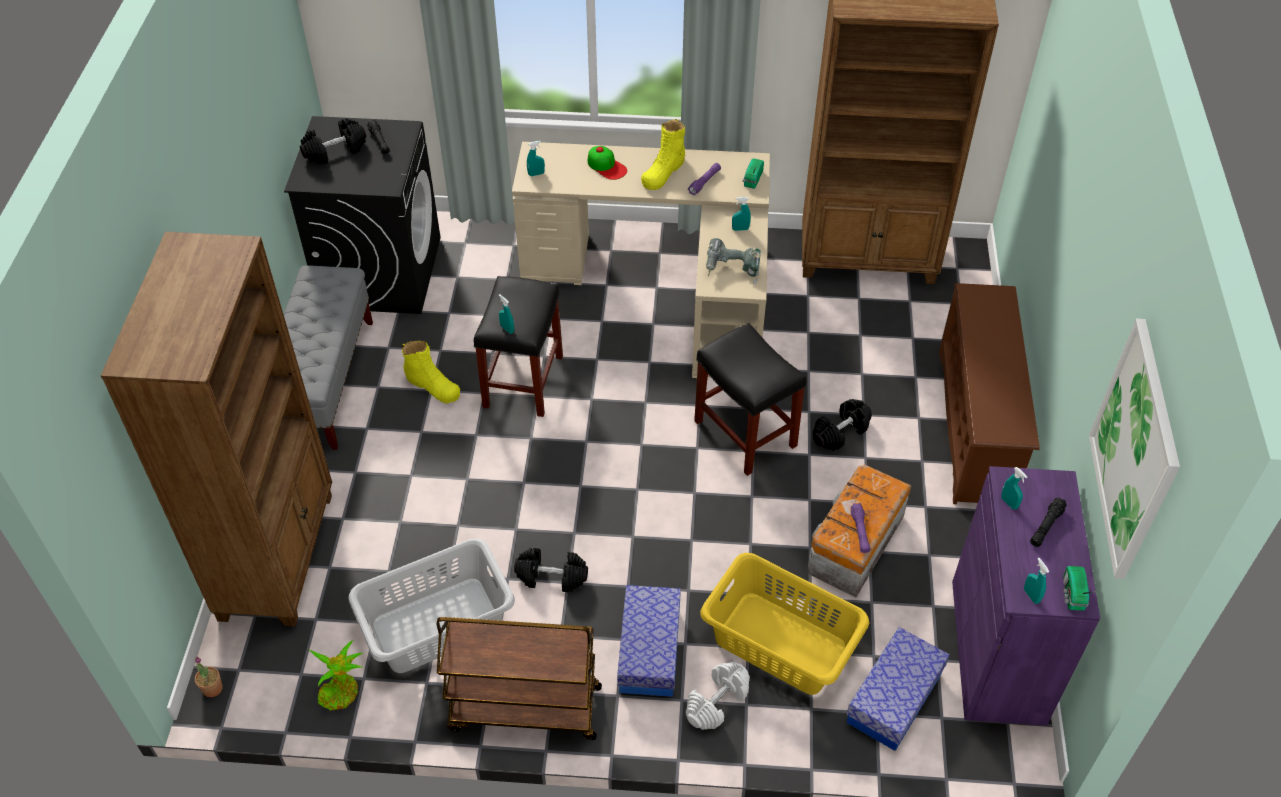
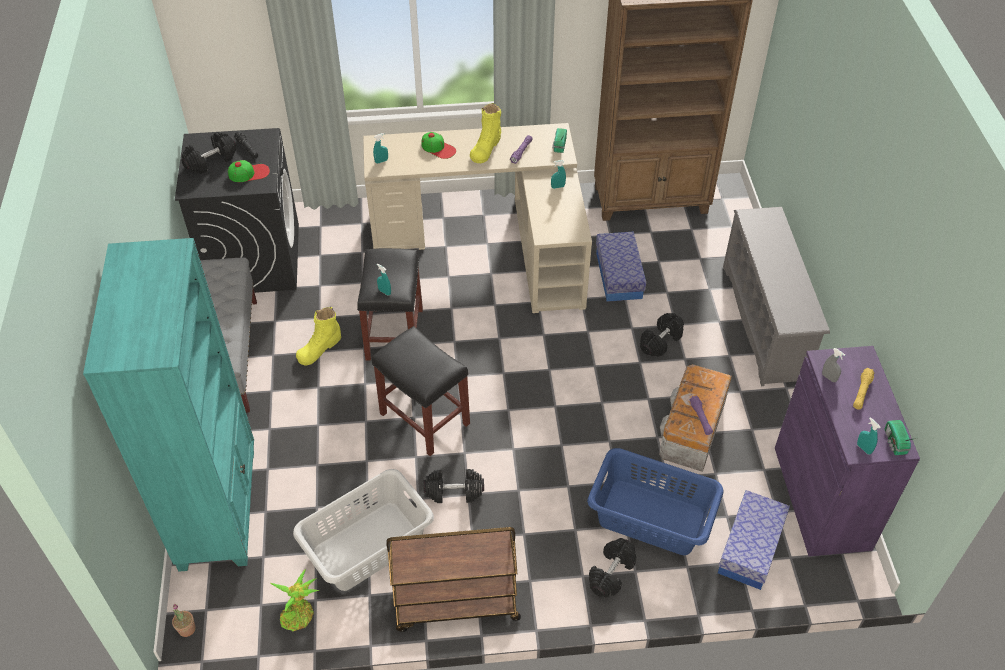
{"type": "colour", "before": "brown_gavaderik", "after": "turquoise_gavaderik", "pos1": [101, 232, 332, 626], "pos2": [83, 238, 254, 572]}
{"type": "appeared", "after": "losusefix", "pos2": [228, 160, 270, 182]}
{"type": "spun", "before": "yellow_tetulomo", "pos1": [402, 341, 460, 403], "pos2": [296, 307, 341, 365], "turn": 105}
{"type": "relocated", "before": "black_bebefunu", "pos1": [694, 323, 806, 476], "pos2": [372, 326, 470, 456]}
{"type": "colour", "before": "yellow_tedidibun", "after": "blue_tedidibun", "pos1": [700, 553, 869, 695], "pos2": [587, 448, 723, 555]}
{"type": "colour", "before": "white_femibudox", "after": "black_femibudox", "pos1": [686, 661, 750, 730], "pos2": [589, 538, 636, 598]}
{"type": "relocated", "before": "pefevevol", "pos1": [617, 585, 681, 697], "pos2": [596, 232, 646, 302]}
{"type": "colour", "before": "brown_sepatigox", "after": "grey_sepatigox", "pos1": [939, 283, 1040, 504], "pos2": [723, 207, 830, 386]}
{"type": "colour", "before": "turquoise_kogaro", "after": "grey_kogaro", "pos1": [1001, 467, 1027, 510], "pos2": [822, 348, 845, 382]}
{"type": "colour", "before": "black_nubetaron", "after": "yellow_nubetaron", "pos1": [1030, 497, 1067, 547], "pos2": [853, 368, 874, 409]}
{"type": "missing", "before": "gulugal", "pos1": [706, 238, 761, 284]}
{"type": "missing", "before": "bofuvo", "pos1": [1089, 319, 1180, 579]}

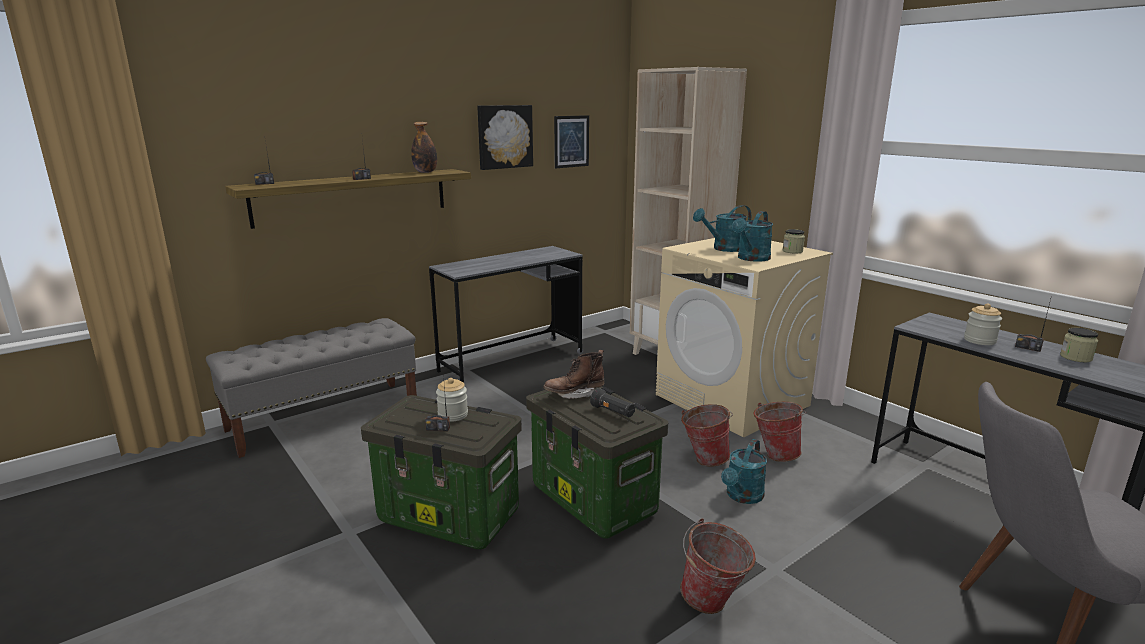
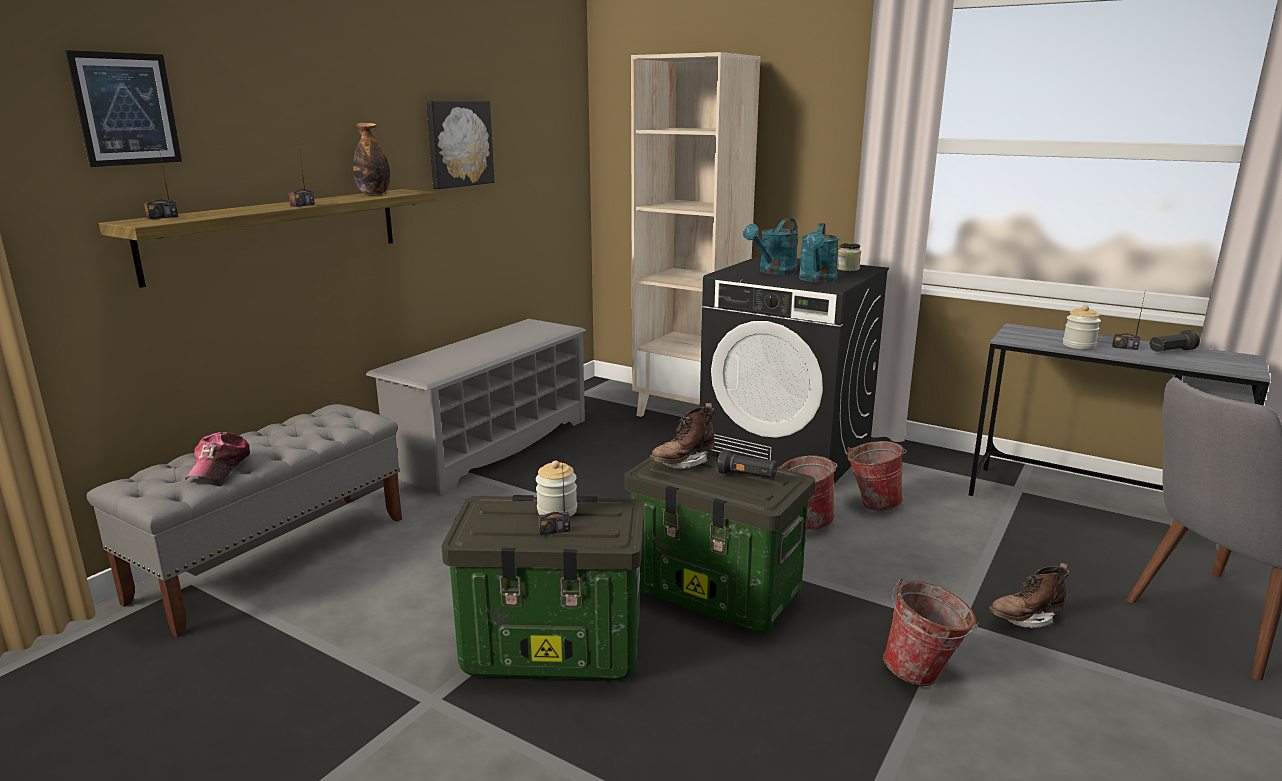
{"type": "relocated", "before": "bofuvo", "pos1": [554, 115, 589, 168], "pos2": [65, 50, 182, 167]}
{"type": "appeared", "after": "losusefix", "pos2": [185, 432, 250, 480]}
{"type": "exchanged", "before": "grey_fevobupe", "after": "grey_sepatigox", "pos1": [429, 246, 583, 383], "pos2": [366, 319, 586, 496]}
{"type": "colour", "before": "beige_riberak", "after": "black_riberak", "pos1": [656, 238, 833, 437], "pos2": [700, 255, 889, 484]}
{"type": "appeared", "after": "brown_tetulomo", "pos2": [989, 563, 1069, 628]}
{"type": "exchanged", "before": "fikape", "after": "black_nubetaron", "pos1": [1060, 328, 1098, 362], "pos2": [1150, 330, 1200, 352]}
{"type": "missing", "before": "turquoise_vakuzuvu", "pos1": [721, 439, 767, 504]}

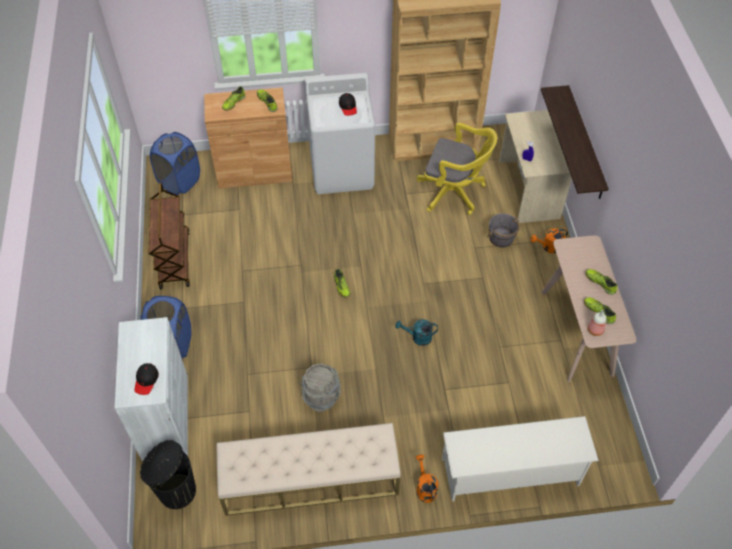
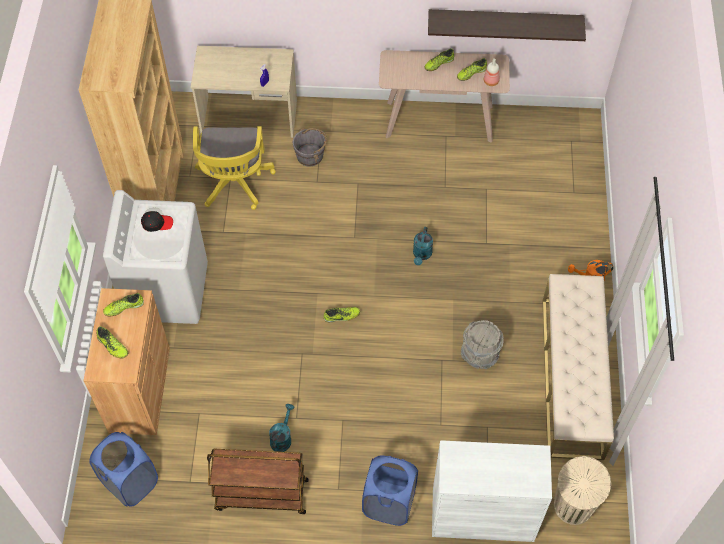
{"type": "spun", "before": "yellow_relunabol", "pos1": [417, 122, 497, 215], "pos2": [193, 126, 276, 210], "turn": 150}
{"type": "appeared", "after": "turquoise_vakuzuvu", "pos2": [269, 404, 294, 452]}
{"type": "relocated", "before": "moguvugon", "pos1": [541, 85, 609, 199], "pos2": [428, 9, 586, 41]}
{"type": "colour", "before": "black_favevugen", "after": "beige_favevugen", "pos1": [140, 440, 196, 509], "pos2": [554, 456, 611, 525]}
{"type": "missing", "before": "black_losusefix", "pos1": [134, 363, 159, 395]}
{"type": "missing", "before": "white_sepatigox", "pos1": [442, 416, 599, 501]}
{"type": "missing", "before": "orange_vakuzuvu", "pos1": [531, 228, 568, 253]}

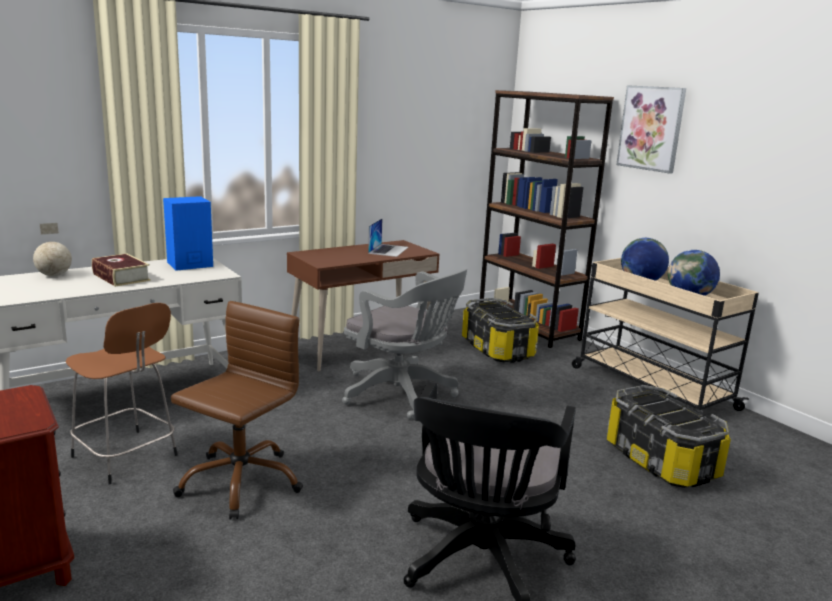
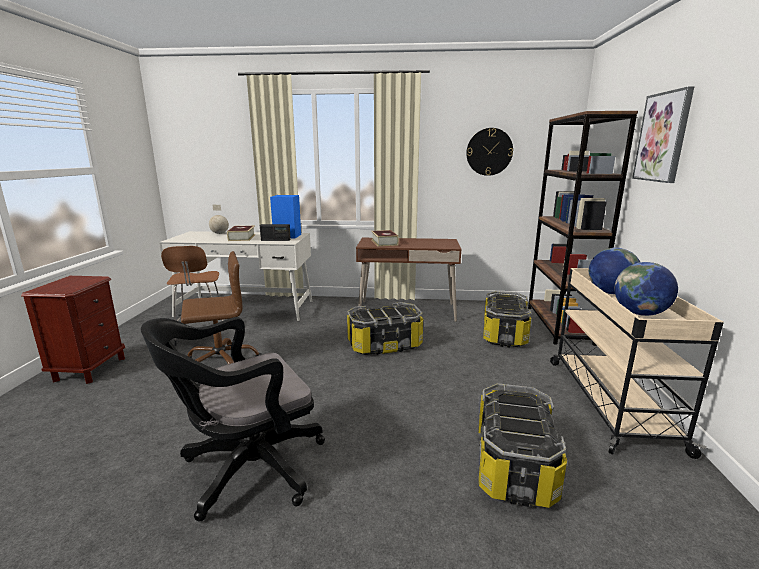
{"type": "appeared", "after": "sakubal", "pos2": [260, 224, 291, 241]}
{"type": "exchanged", "before": "grey_relunabol", "after": "pefevevol", "pos1": [342, 269, 467, 420], "pos2": [347, 302, 423, 355]}
{"type": "appeared", "after": "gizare", "pos2": [371, 230, 399, 246]}
{"type": "appeared", "after": "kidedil", "pos2": [466, 128, 513, 176]}
{"type": "missing", "before": "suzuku", "pos1": [368, 218, 408, 257]}

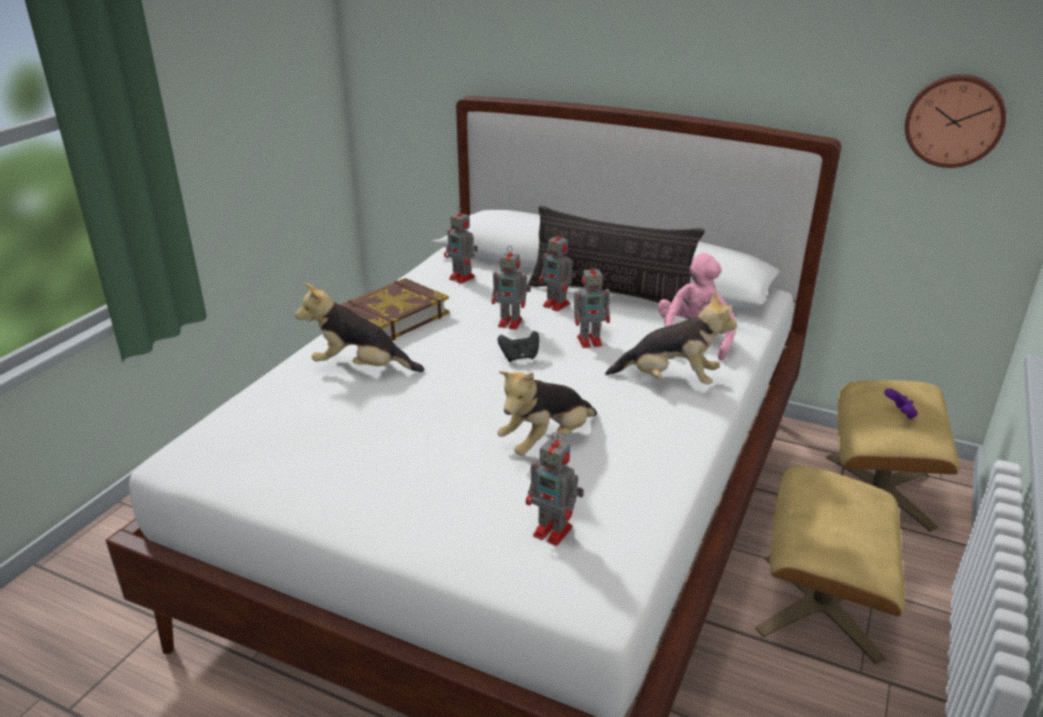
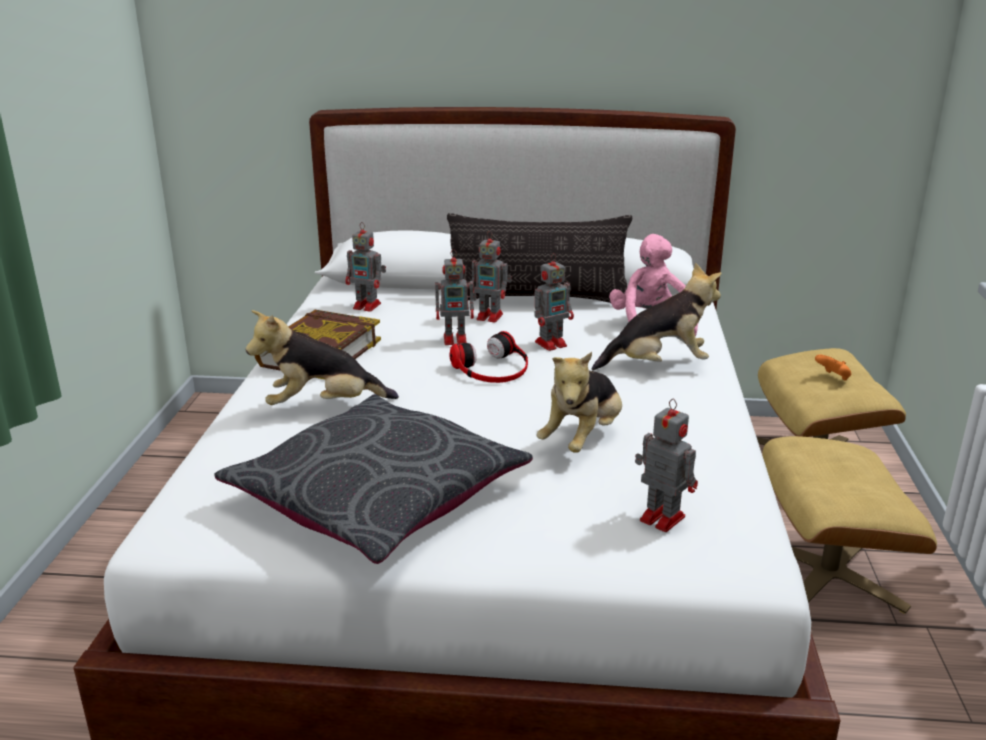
{"type": "appeared", "after": "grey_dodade", "pos2": [214, 394, 533, 564]}
{"type": "exchanged", "before": "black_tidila", "after": "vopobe", "pos1": [498, 331, 539, 362], "pos2": [450, 331, 528, 383]}
{"type": "spun", "before": "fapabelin", "pos1": [526, 432, 584, 546], "pos2": [635, 399, 698, 532], "turn": -150}
{"type": "colour", "before": "purple_tidila", "after": "orange_tidila", "pos1": [884, 388, 918, 420], "pos2": [815, 354, 851, 381]}
{"type": "missing", "before": "kidedil", "pos1": [905, 74, 1006, 168]}

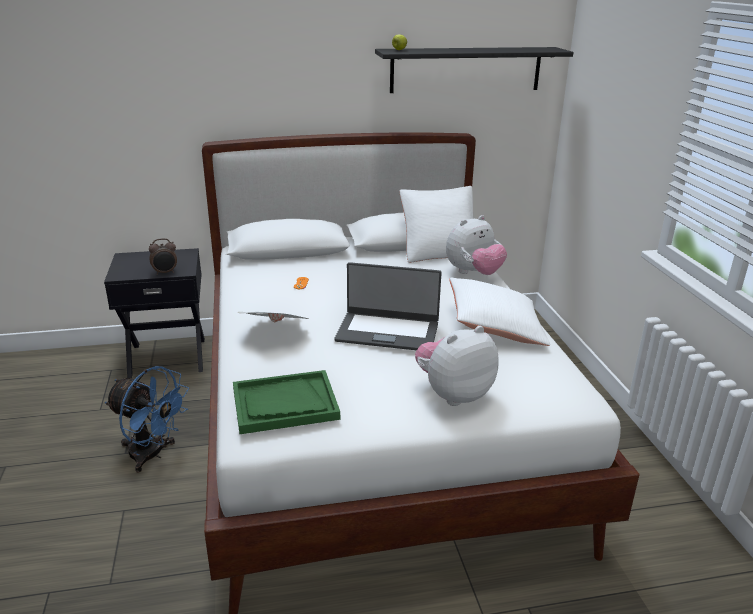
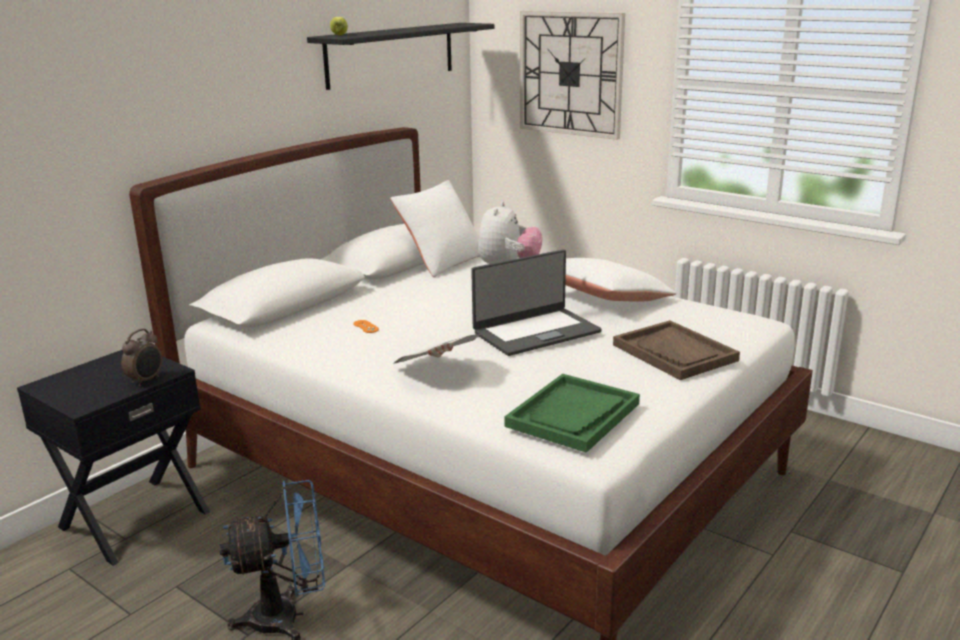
{"type": "appeared", "after": "kidedil", "pos2": [520, 11, 625, 140]}
{"type": "exchanged", "before": "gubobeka", "after": "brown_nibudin", "pos1": [415, 326, 499, 406], "pos2": [613, 320, 740, 380]}

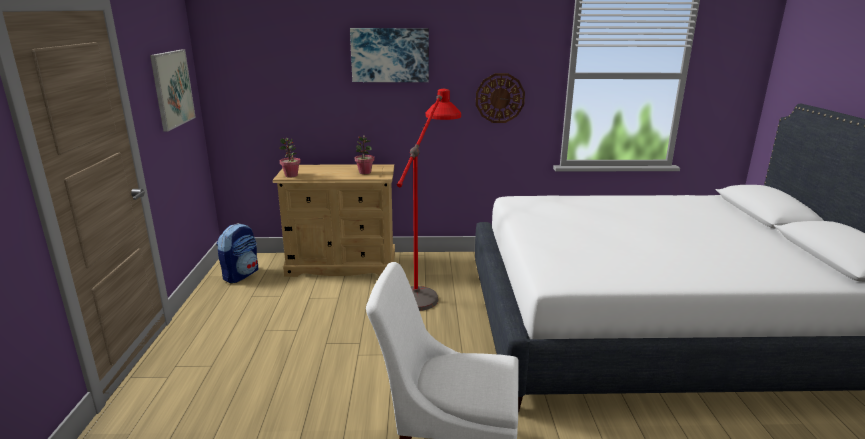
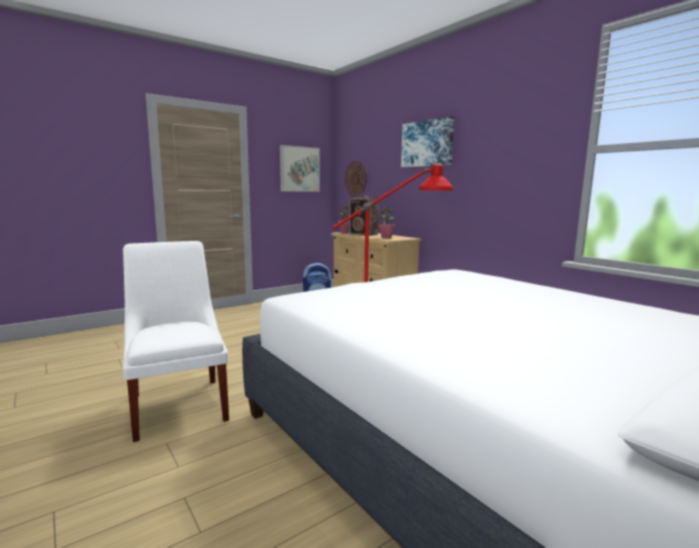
{"type": "relocated", "before": "kidedil", "pos1": [476, 73, 525, 123], "pos2": [345, 161, 367, 197]}
{"type": "appeared", "after": "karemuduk", "pos2": [349, 195, 379, 236]}

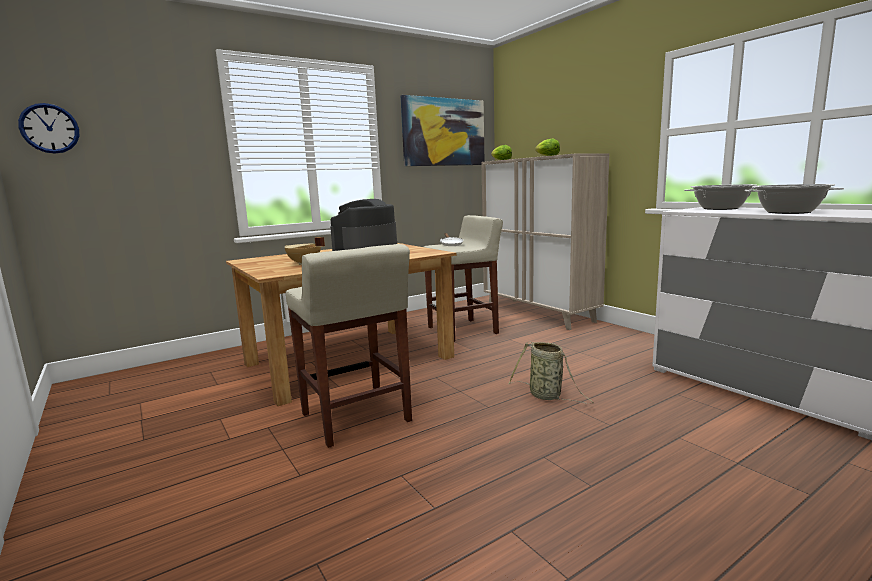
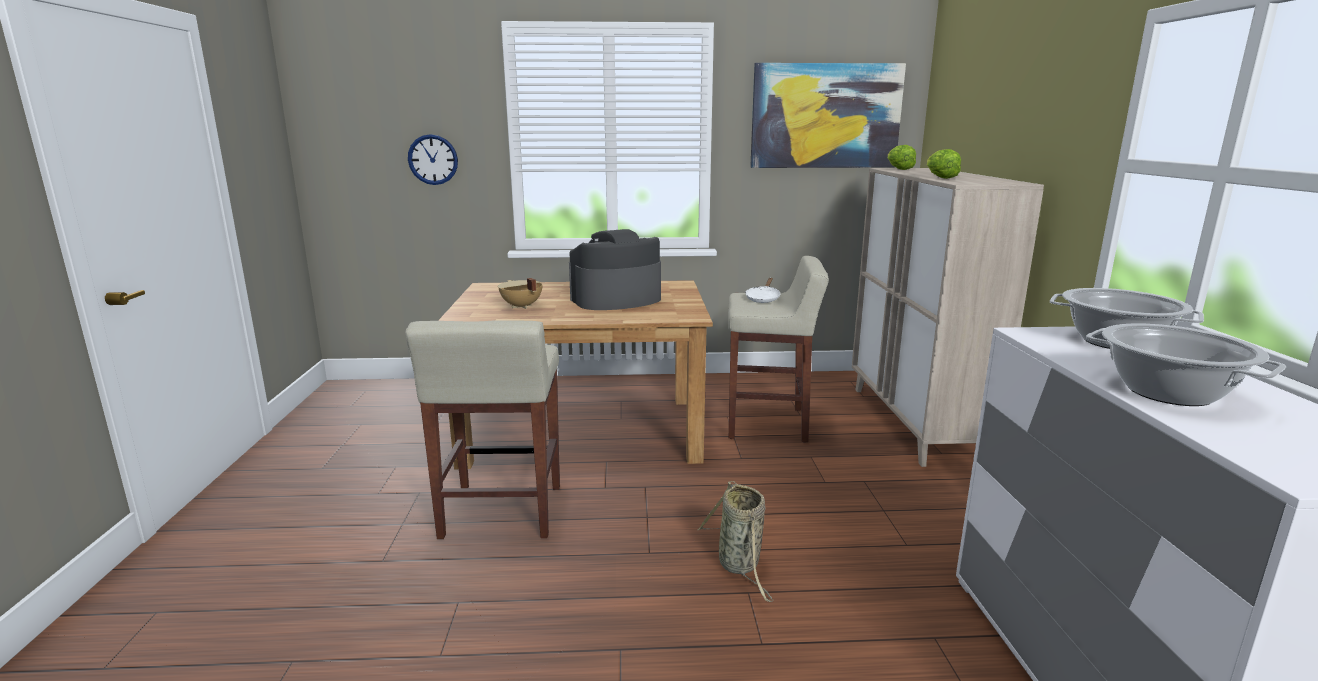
{"type": "relocated", "before": "kidedil", "pos1": [18, 103, 79, 154], "pos2": [408, 134, 458, 185]}

